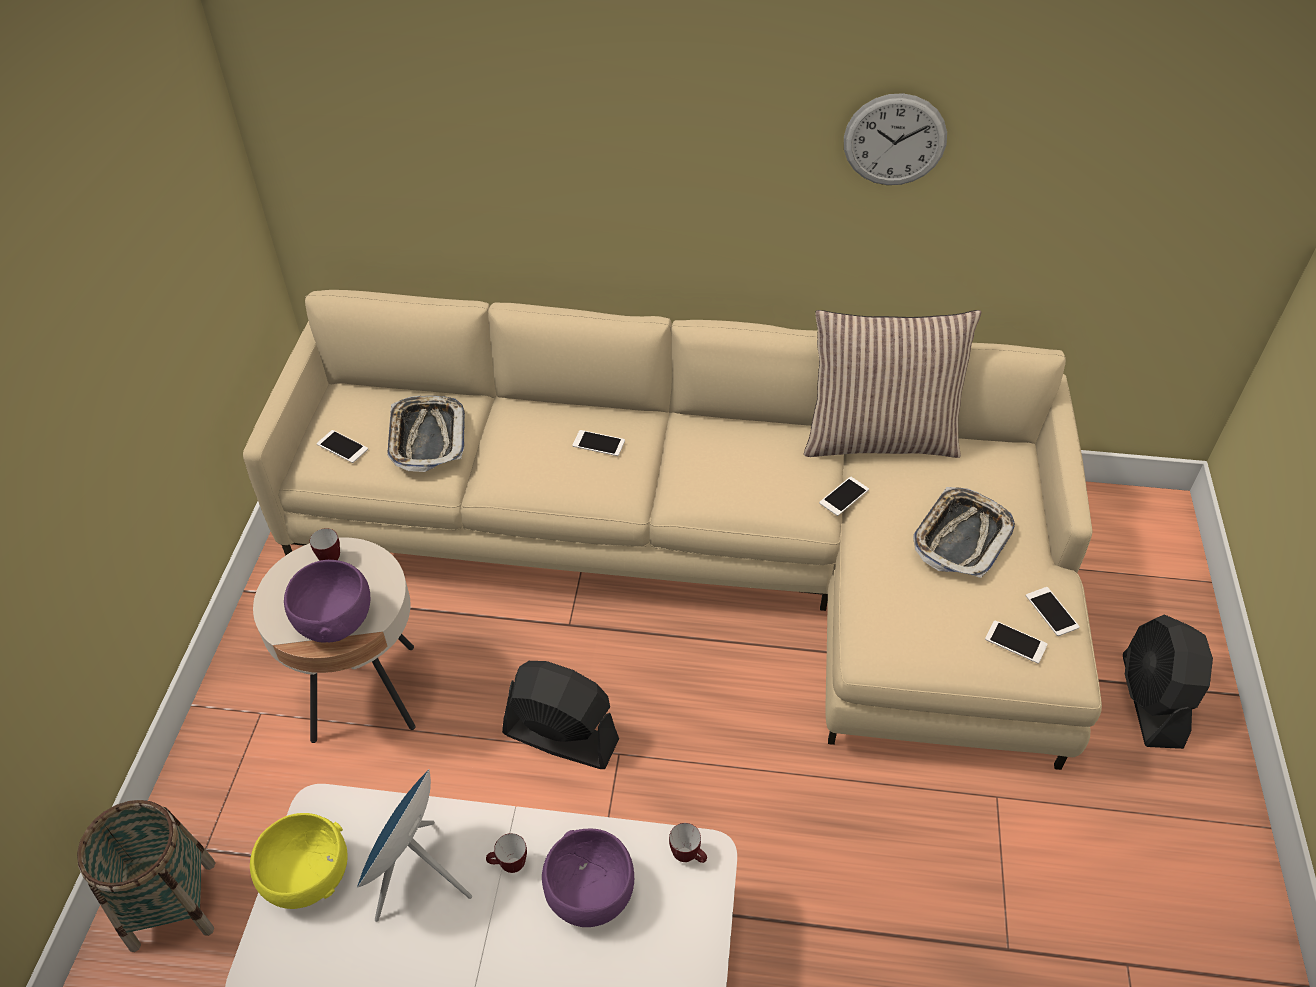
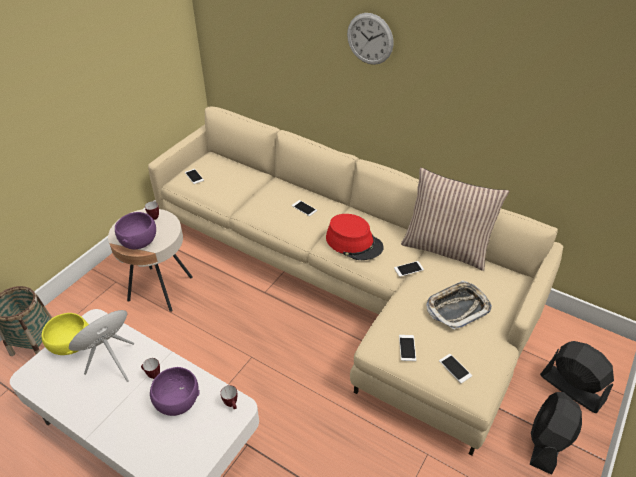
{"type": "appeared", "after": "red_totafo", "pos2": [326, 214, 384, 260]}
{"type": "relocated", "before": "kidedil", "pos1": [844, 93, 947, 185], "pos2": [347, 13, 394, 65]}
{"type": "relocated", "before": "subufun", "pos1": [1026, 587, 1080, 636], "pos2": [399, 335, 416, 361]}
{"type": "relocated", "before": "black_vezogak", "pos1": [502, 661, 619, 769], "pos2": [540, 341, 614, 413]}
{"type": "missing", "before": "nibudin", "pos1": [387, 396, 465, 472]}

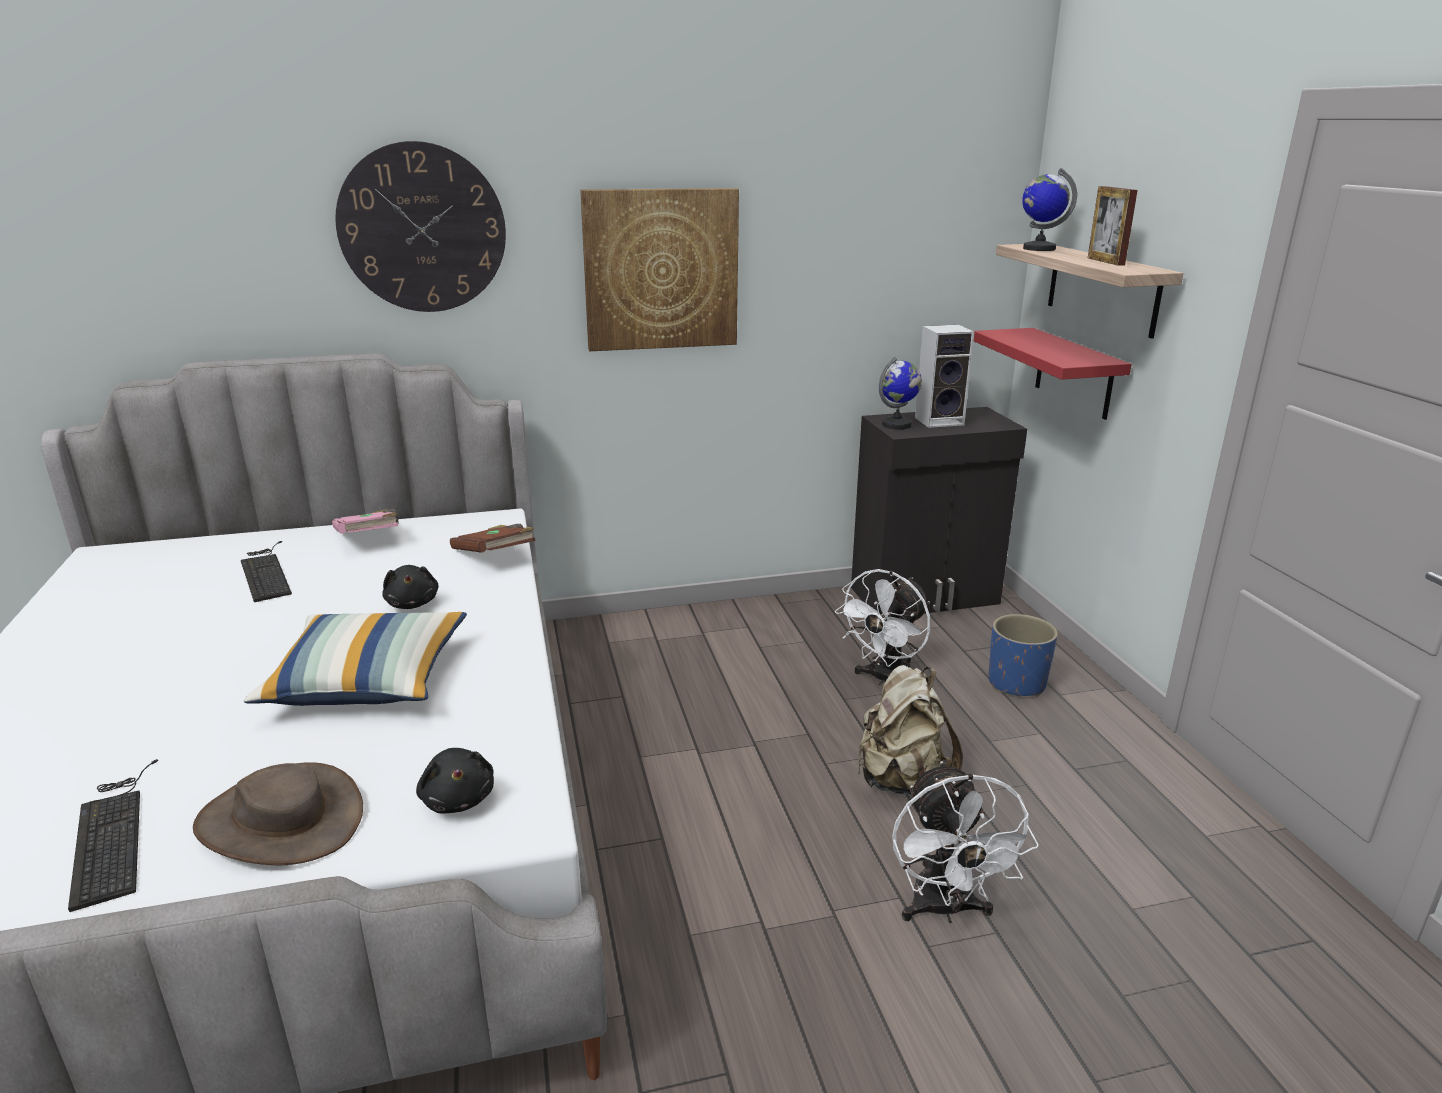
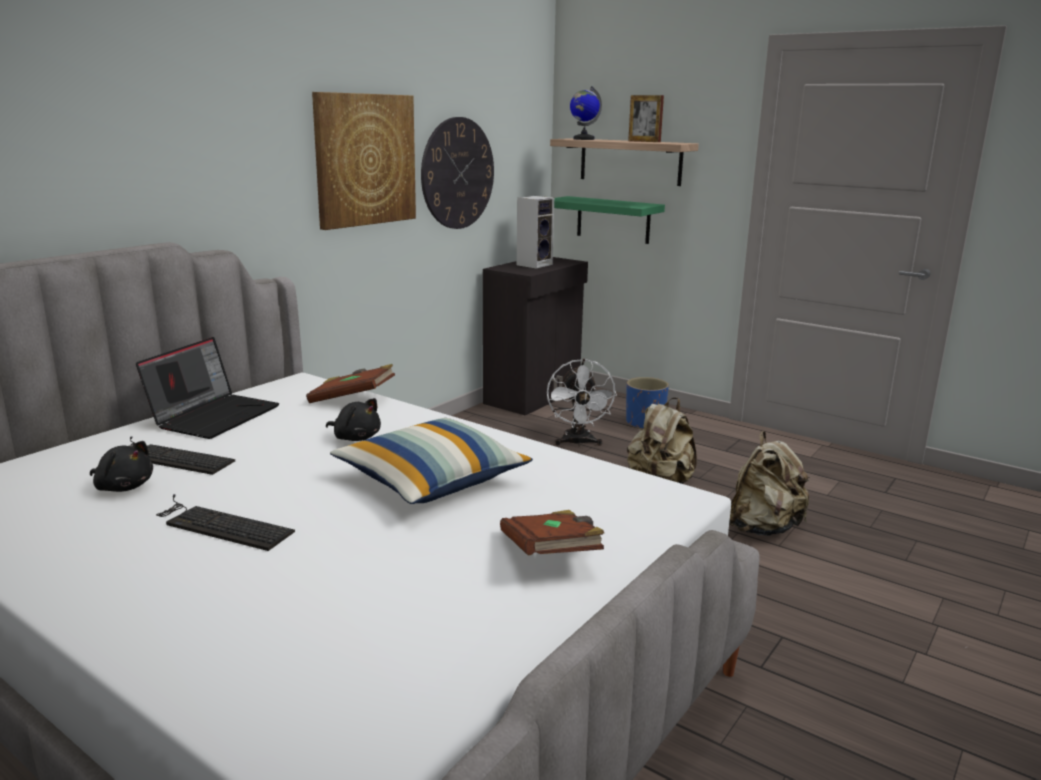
{"type": "relocated", "before": "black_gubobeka", "pos1": [416, 748, 494, 813], "pos2": [90, 441, 153, 492]}
{"type": "exchanged", "before": "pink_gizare", "after": "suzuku", "pos1": [332, 509, 399, 534], "pos2": [136, 337, 279, 439]}
{"type": "relocated", "before": "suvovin", "pos1": [68, 759, 158, 912], "pos2": [156, 494, 295, 551]}
{"type": "relocated", "before": "kidedil", "pos1": [335, 141, 506, 312], "pos2": [421, 117, 494, 229]}
{"type": "exchanged", "before": "brown_totafo", "after": "brown_gizare", "pos1": [193, 762, 363, 866], "pos2": [500, 510, 604, 555]}
{"type": "colour", "before": "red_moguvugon", "after": "green_moguvugon", "pos1": [974, 328, 1132, 420], "pos2": [554, 196, 665, 244]}
{"type": "exchanged", "before": "white_vezogak", "after": "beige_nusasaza", "pos1": [892, 761, 1039, 923], "pos2": [729, 431, 811, 536]}
{"type": "missing", "before": "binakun", "pos1": [879, 357, 922, 429]}

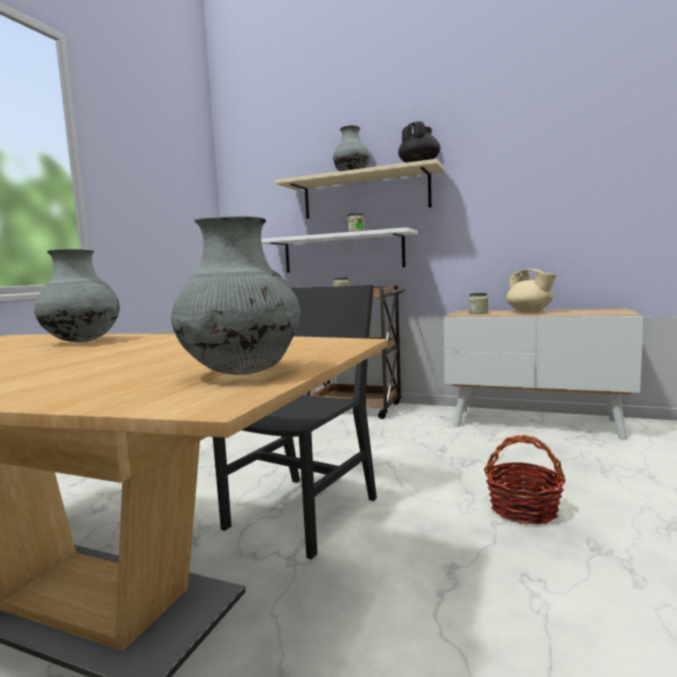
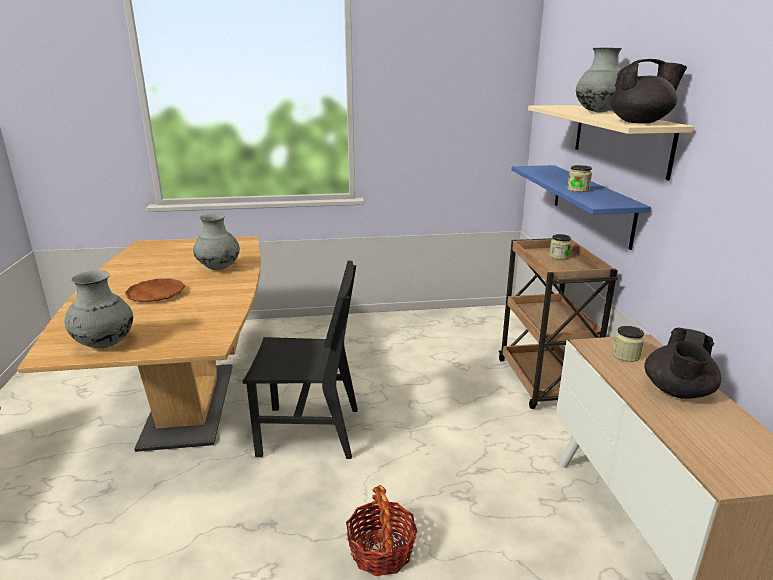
{"type": "appeared", "after": "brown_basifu", "pos2": [125, 278, 185, 302]}
{"type": "colour", "before": "white_moguvugon", "after": "blue_moguvugon", "pos1": [261, 227, 418, 273], "pos2": [511, 165, 651, 250]}
{"type": "colour", "before": "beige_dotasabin", "after": "black_dotasabin", "pos1": [506, 269, 557, 312], "pos2": [644, 328, 721, 399]}

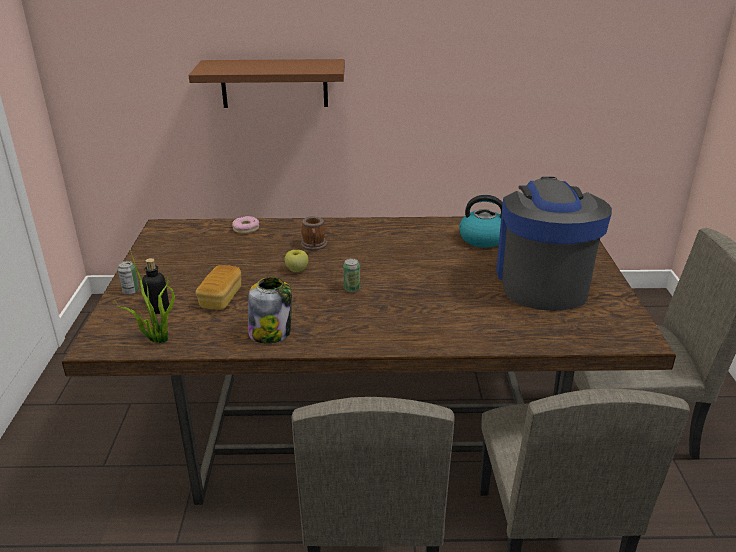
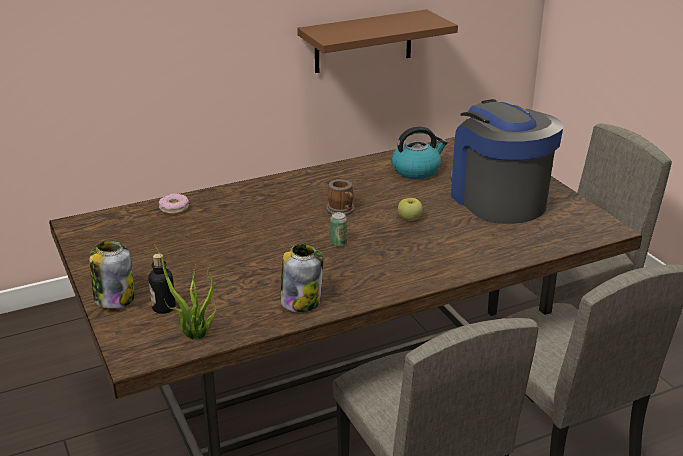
{"type": "exchanged", "before": "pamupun", "after": "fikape", "pos1": [117, 261, 139, 295], "pos2": [89, 240, 135, 309]}
{"type": "relocated", "before": "brown_moguvugon", "pos1": [188, 59, 345, 108], "pos2": [297, 9, 458, 73]}
{"type": "relocated", "before": "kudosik", "pos1": [301, 216, 327, 251], "pos2": [326, 179, 355, 215]}
{"type": "relocated", "before": "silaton", "pos1": [284, 250, 308, 272], "pos2": [398, 198, 423, 221]}
{"type": "missing", "before": "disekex", "pos1": [196, 265, 241, 310]}

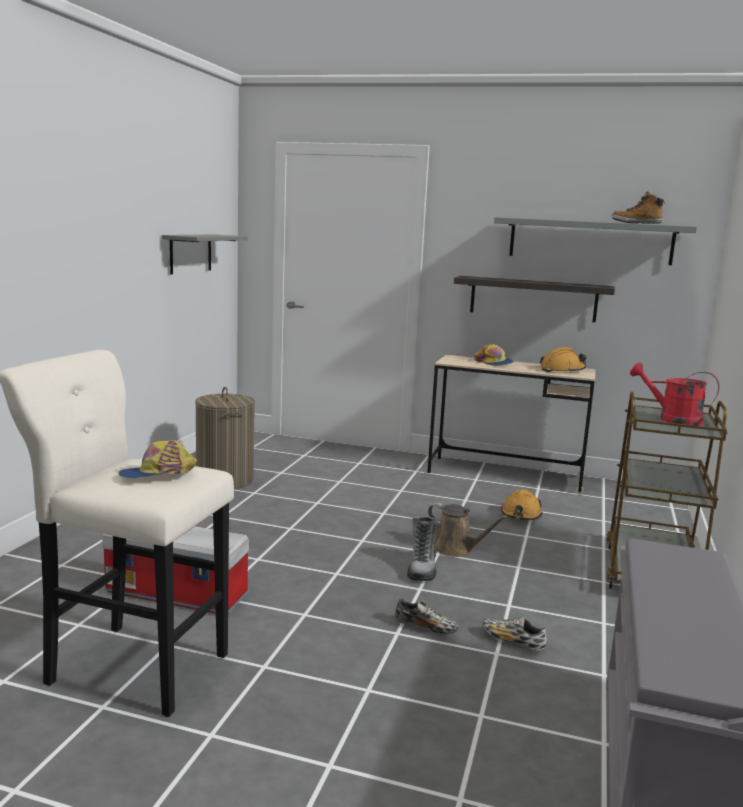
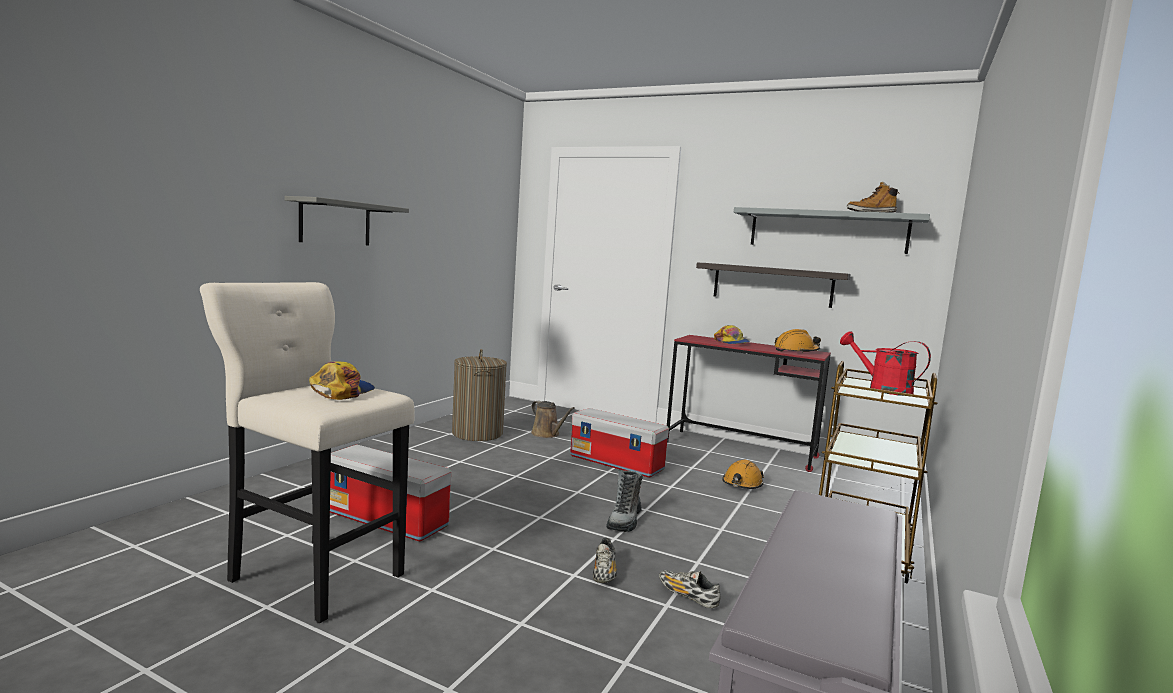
{"type": "relocated", "before": "grey_moguvugon", "pos1": [162, 235, 248, 274], "pos2": [285, 196, 409, 246]}
{"type": "spun", "before": "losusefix", "pos1": [119, 440, 197, 478], "pos2": [309, 361, 375, 400], "turn": 120}
{"type": "relocated", "before": "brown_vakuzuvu", "pos1": [428, 503, 508, 557], "pos2": [531, 401, 575, 438]}
{"type": "appeared", "after": "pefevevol", "pos2": [570, 408, 669, 477]}
{"type": "spun", "before": "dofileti", "pos1": [395, 599, 459, 634], "pos2": [593, 538, 617, 583], "turn": 60}
{"type": "colour", "before": "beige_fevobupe", "after": "red_fevobupe", "pos1": [427, 355, 596, 494], "pos2": [667, 335, 831, 472]}

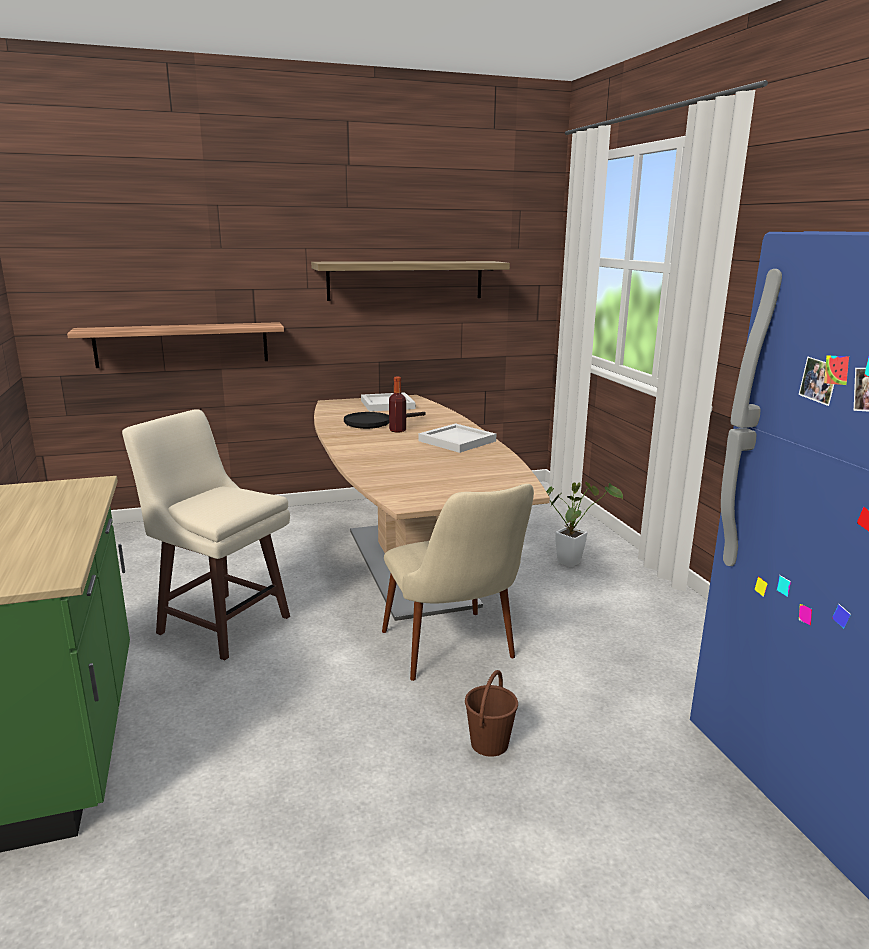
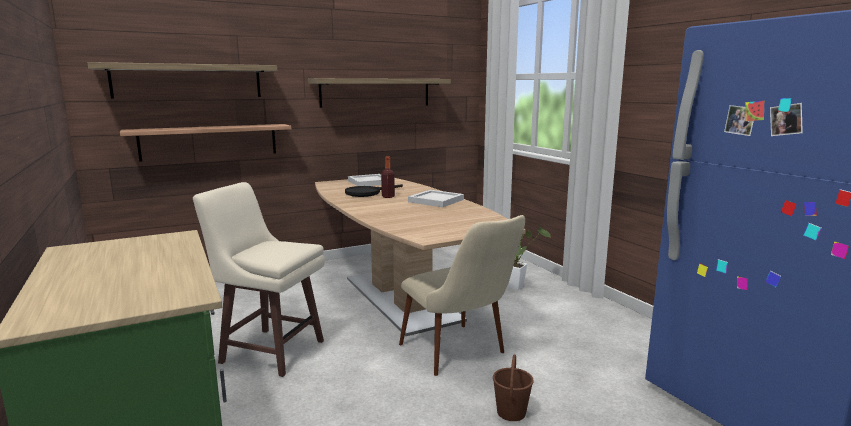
{"type": "appeared", "after": "moguvugon", "pos2": [87, 62, 277, 99]}

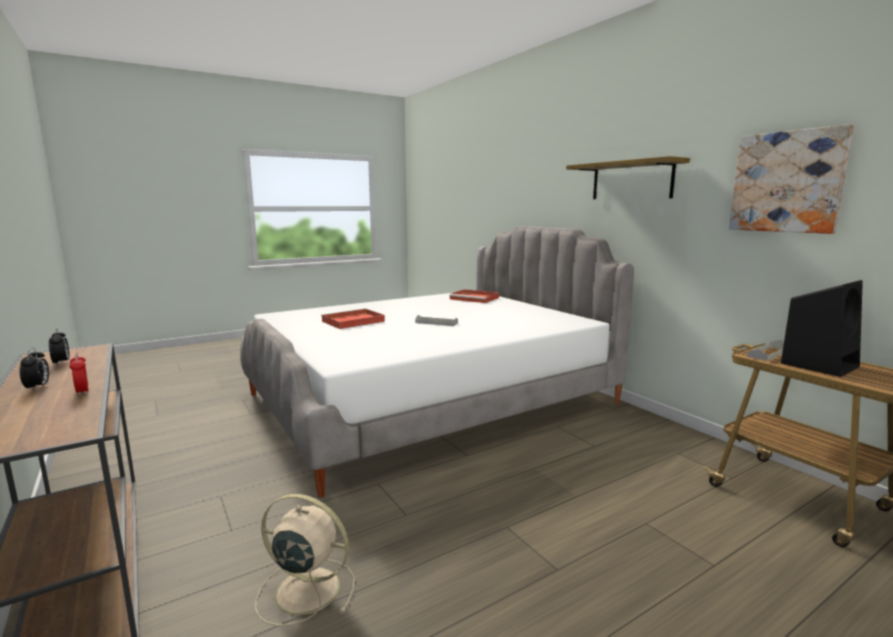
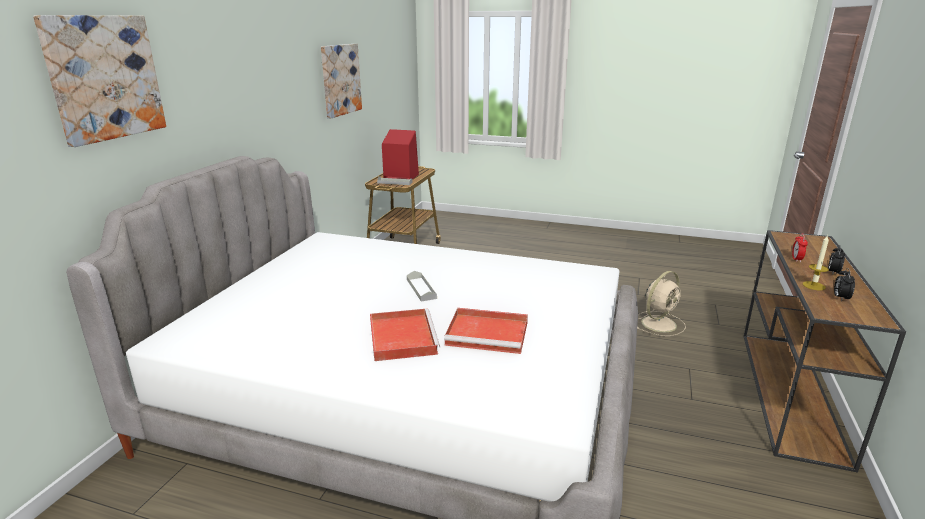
{"type": "appeared", "after": "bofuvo", "pos2": [33, 15, 166, 147]}
{"type": "relocated", "before": "red_nibudin", "pos1": [449, 289, 499, 303], "pos2": [370, 309, 440, 361]}
{"type": "colour", "before": "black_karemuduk", "after": "red_karemuduk", "pos1": [781, 280, 863, 377], "pos2": [382, 129, 419, 180]}
{"type": "spun", "before": "beige_vezogak", "pos1": [255, 494, 355, 626], "pos2": [637, 271, 686, 336], "turn": -105}
{"type": "appeared", "after": "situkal", "pos2": [802, 235, 829, 290]}
{"type": "missing", "before": "moguvugon", "pos1": [566, 156, 690, 199]}

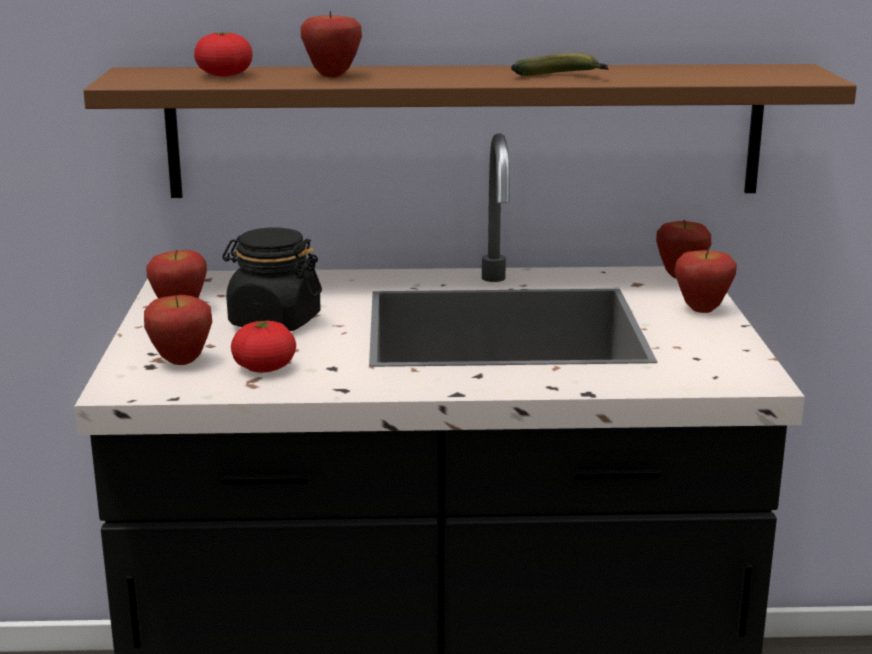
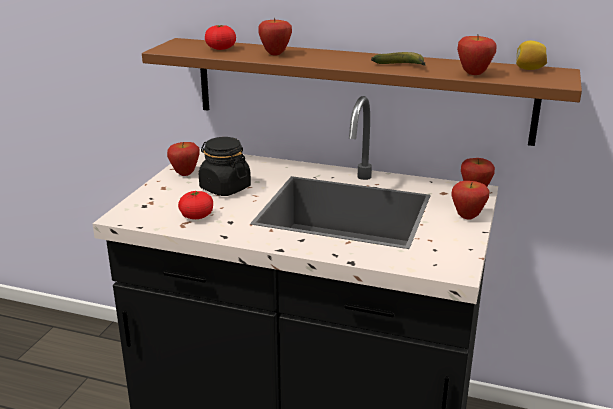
{"type": "relocated", "before": "silaton", "pos1": [144, 295, 212, 365], "pos2": [457, 36, 497, 75]}
{"type": "appeared", "after": "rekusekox", "pos2": [516, 41, 547, 70]}

